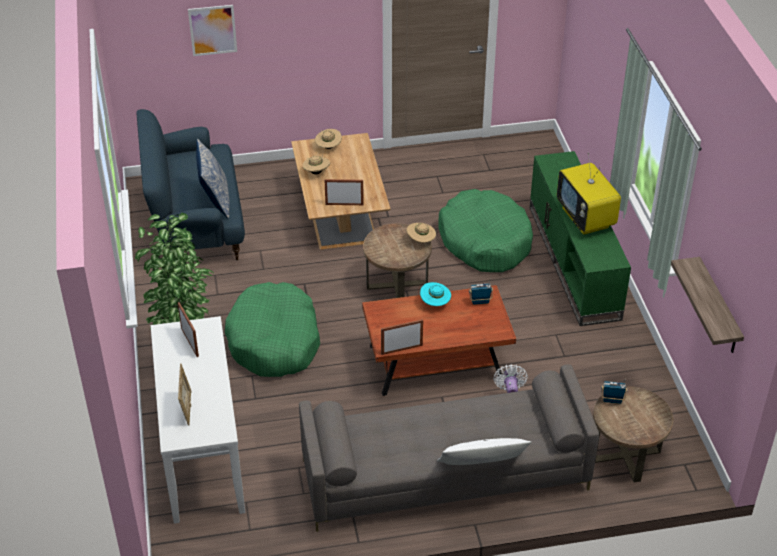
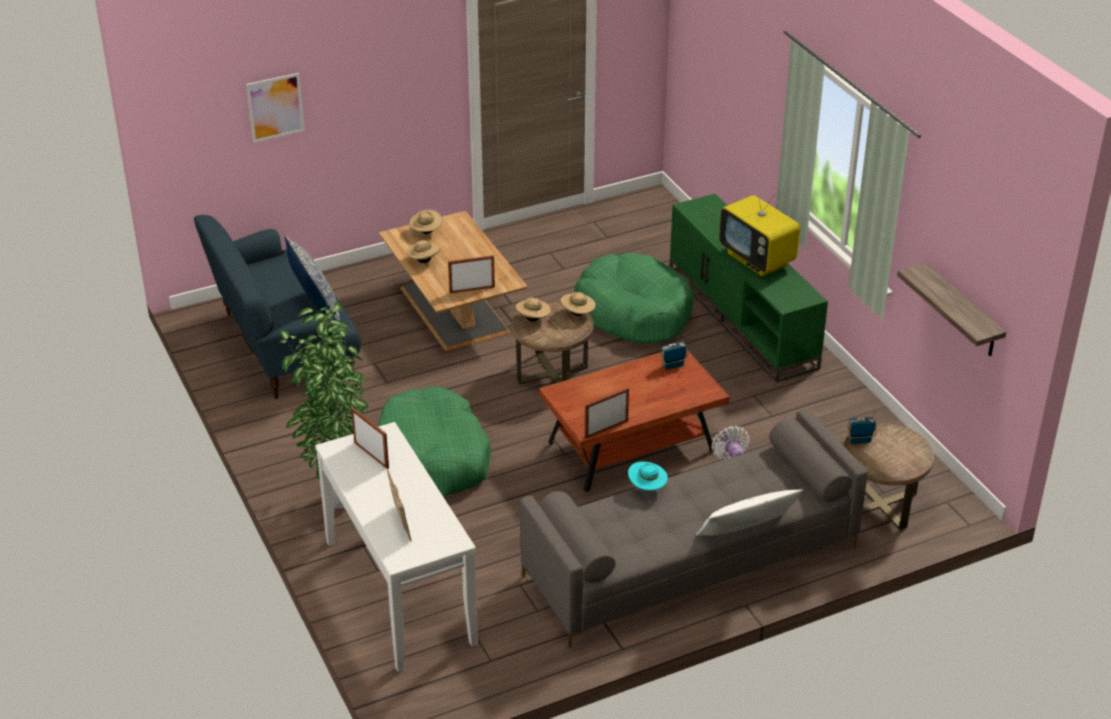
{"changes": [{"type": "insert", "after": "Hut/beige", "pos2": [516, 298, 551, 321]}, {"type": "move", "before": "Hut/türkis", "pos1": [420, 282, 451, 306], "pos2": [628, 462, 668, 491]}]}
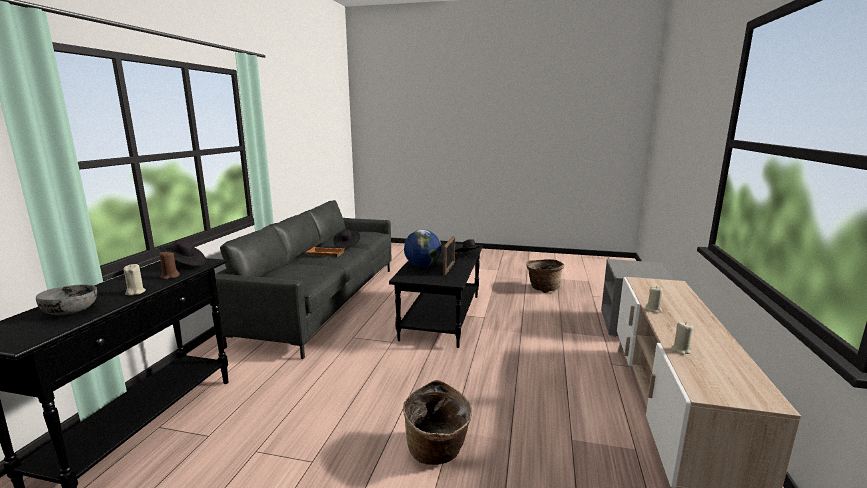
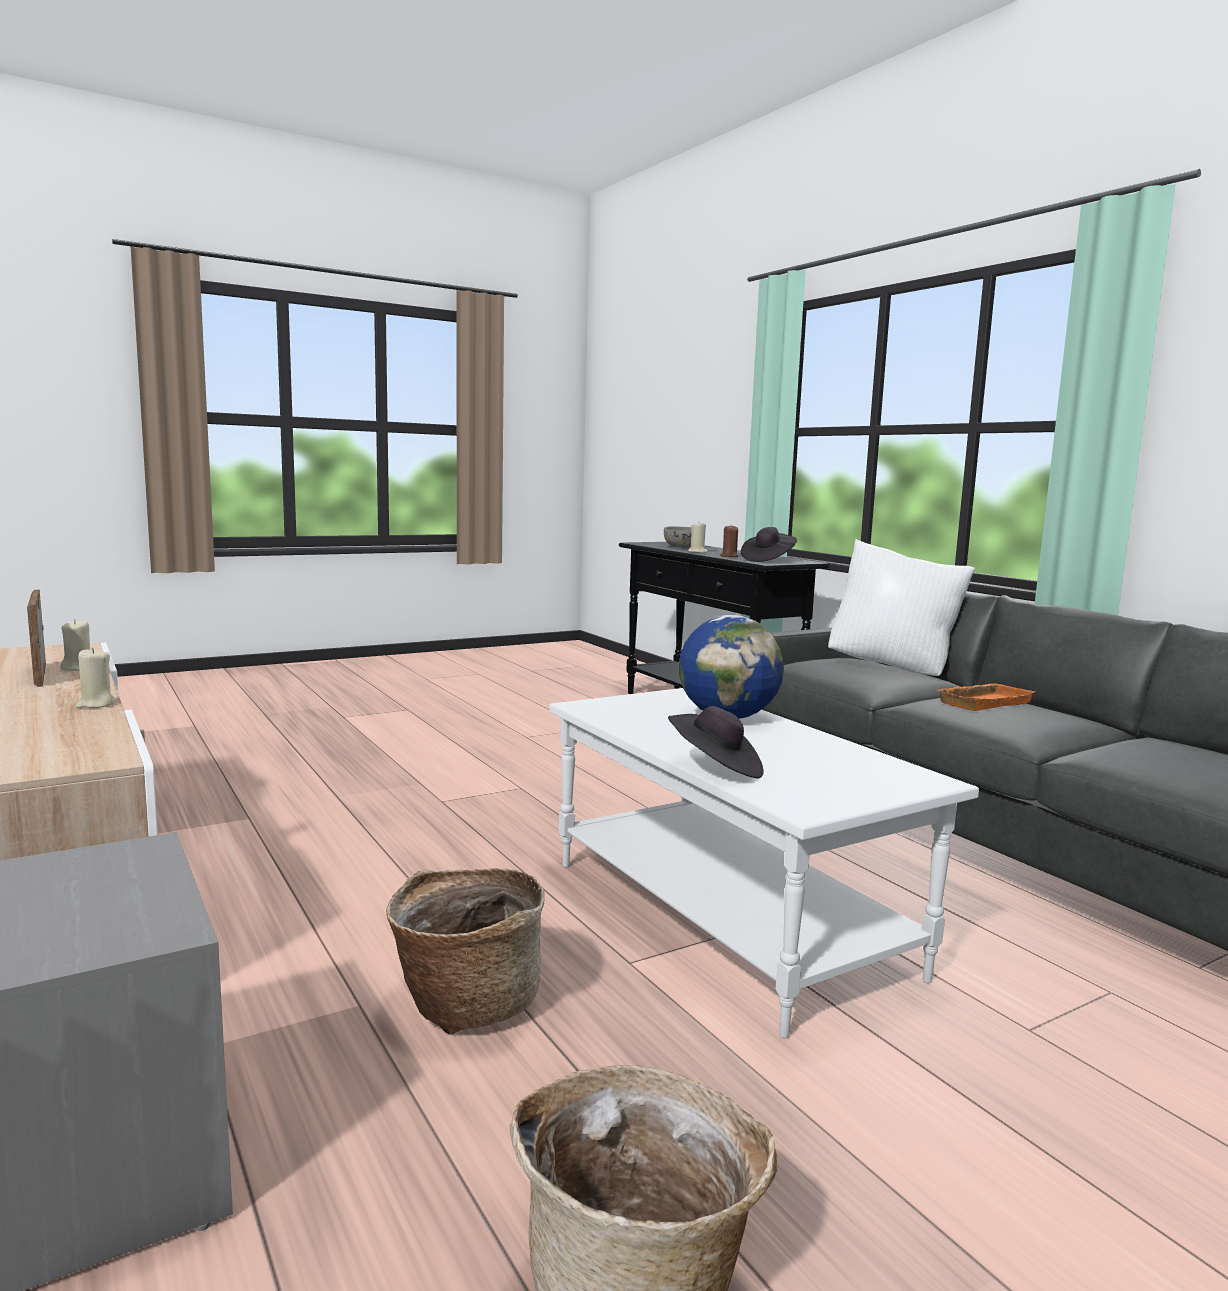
{"changes": [{"type": "move", "before": "Bilderrahmen", "pos1": [443, 236, 455, 276], "pos2": [27, 590, 46, 687]}, {"type": "move", "before": "Korb", "pos1": [403, 380, 472, 465], "pos2": [386, 868, 545, 1035]}, {"type": "recolor", "before": "Couchtisch/schwarz", "after": "Couchtisch/weiß", "pos1": [389, 243, 483, 348], "pos2": [549, 688, 979, 1039]}, {"type": "insert", "after": "Kissen/weiß", "pos2": [828, 539, 975, 676]}, {"type": "delete", "before": "Hut/schwarz", "pos1": [333, 229, 360, 249]}]}
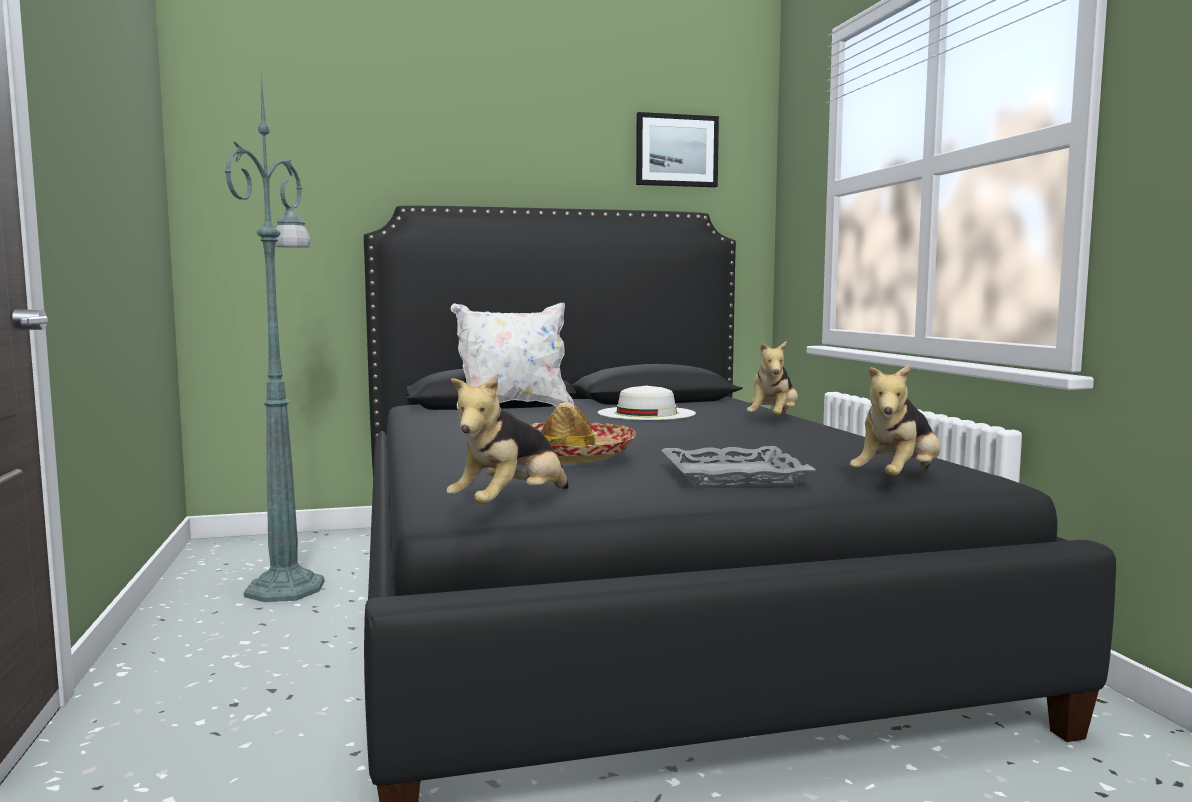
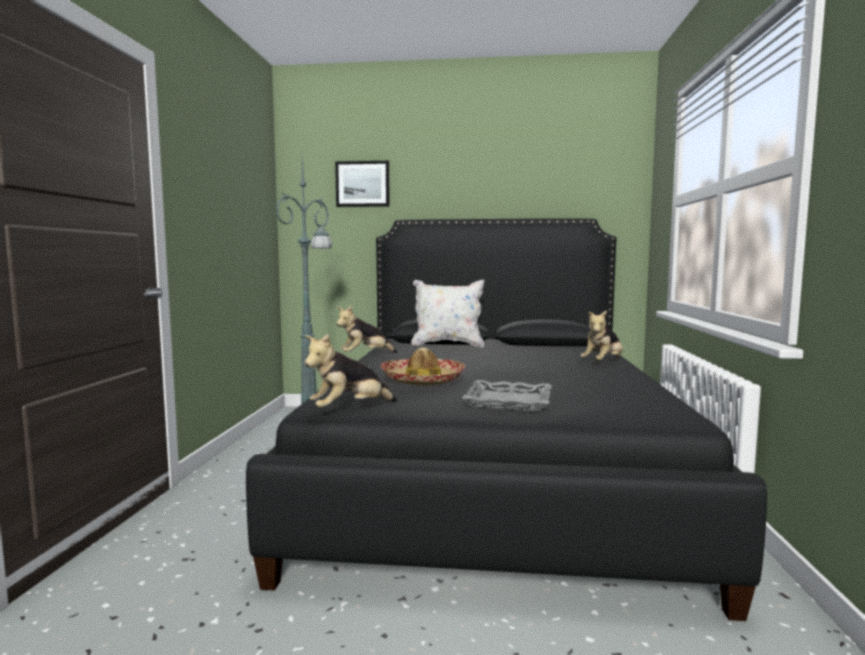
{"changes": [{"type": "move", "before": "Bild", "pos1": [636, 112, 719, 187], "pos2": [335, 161, 390, 207]}, {"type": "move", "before": "Plüschtier", "pos1": [850, 363, 940, 476], "pos2": [336, 306, 397, 353]}, {"type": "delete", "before": "Hut/weiß", "pos1": [598, 386, 696, 420]}]}
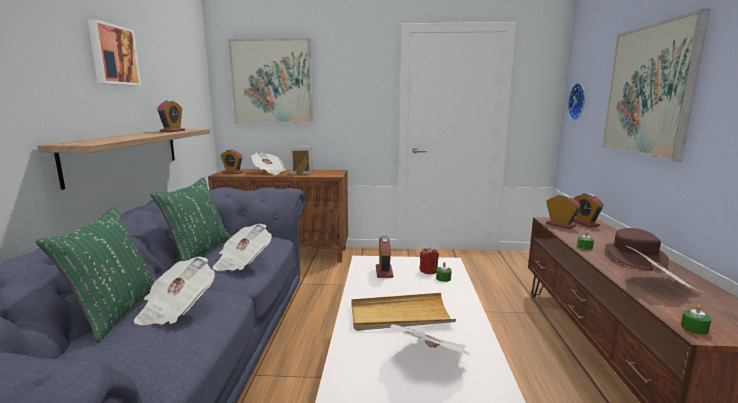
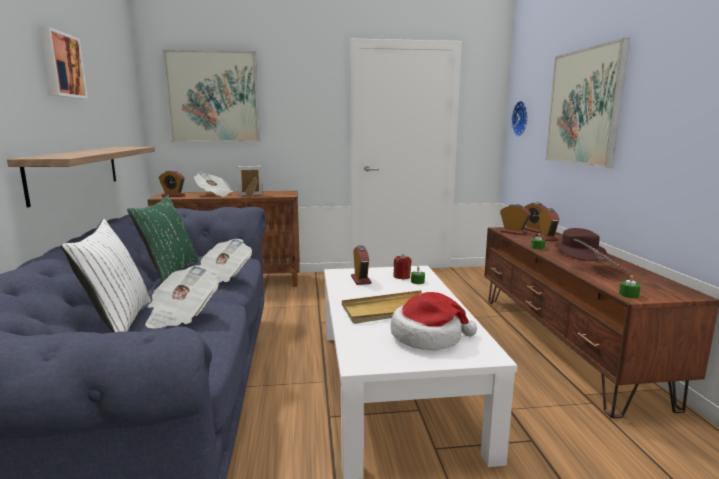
{"changes": [{"type": "recolor", "before": "Kissen/grün", "after": "Kissen/weiß", "pos1": [36, 206, 156, 343], "pos2": [61, 219, 151, 332]}, {"type": "replace", "before": "Zeitung", "after": "Hut", "pos1": [390, 324, 470, 356], "pos2": [391, 292, 477, 350]}, {"type": "move", "before": "Wecker", "pos1": [157, 100, 185, 132], "pos2": [536, 208, 559, 241]}]}
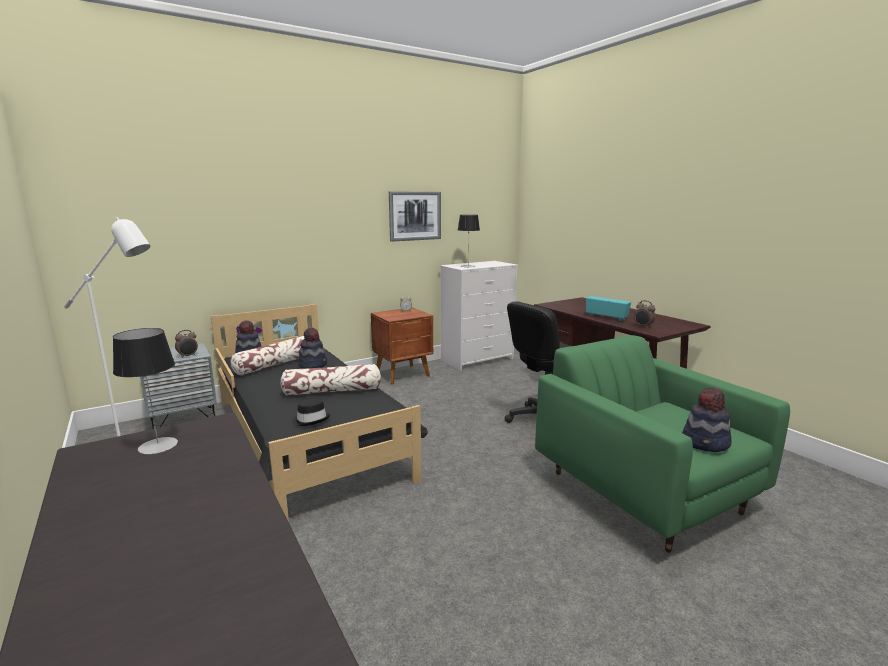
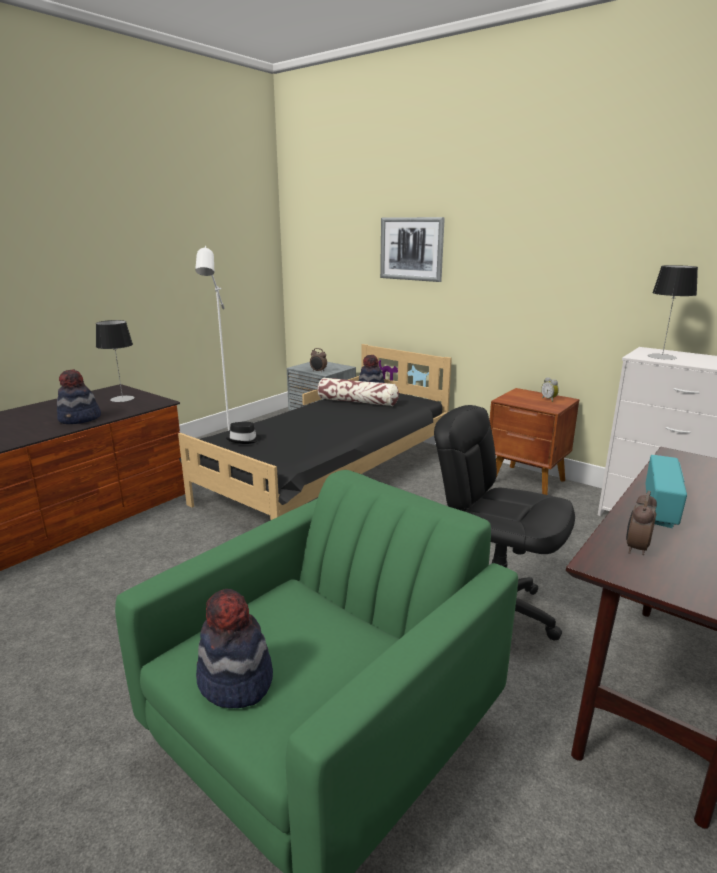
{"changes": [{"type": "move", "before": "Hut", "pos1": [298, 327, 327, 369], "pos2": [57, 369, 101, 424]}, {"type": "move", "before": "Bild", "pos1": [389, 191, 441, 242], "pos2": [380, 217, 445, 282]}, {"type": "delete", "before": "Kissen", "pos1": [280, 364, 381, 396]}]}
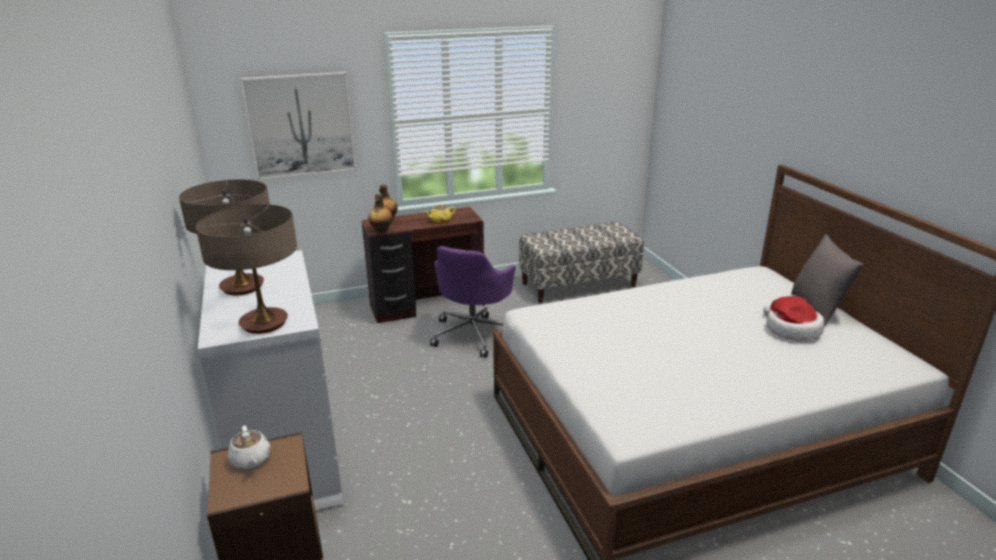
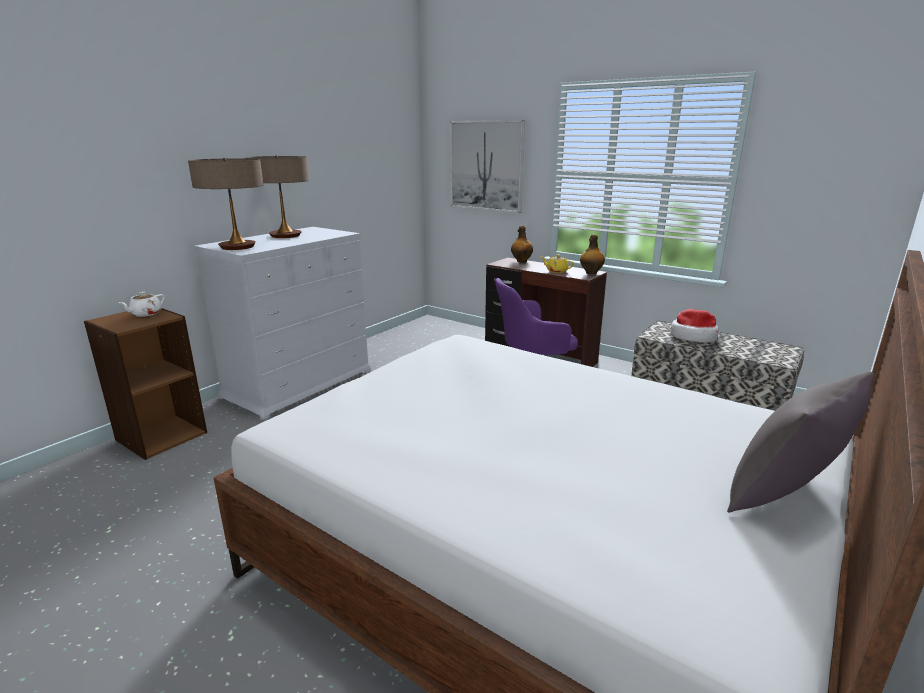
{"changes": [{"type": "move", "before": "Flasche", "pos1": [368, 194, 393, 233], "pos2": [580, 235, 605, 274]}, {"type": "move", "before": "Hut", "pos1": [763, 296, 824, 341], "pos2": [670, 309, 719, 343]}]}
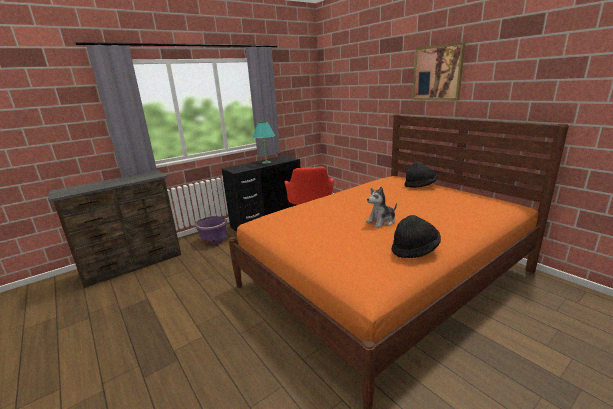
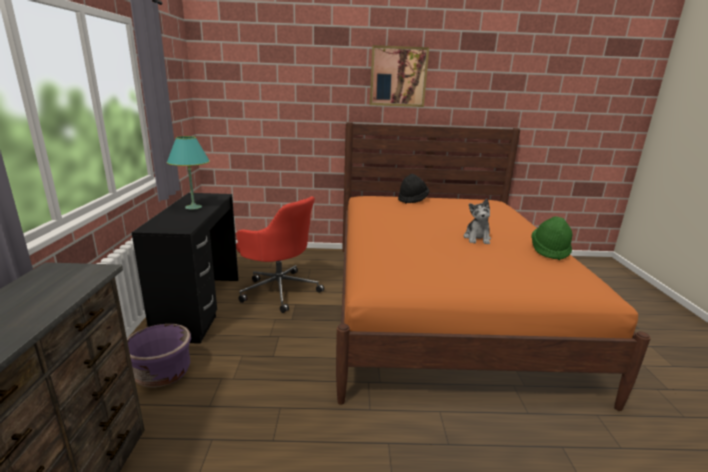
{"changes": [{"type": "recolor", "before": "Hut/schwarz", "after": "Hut/grün", "pos1": [392, 215, 441, 258], "pos2": [531, 216, 572, 260]}]}
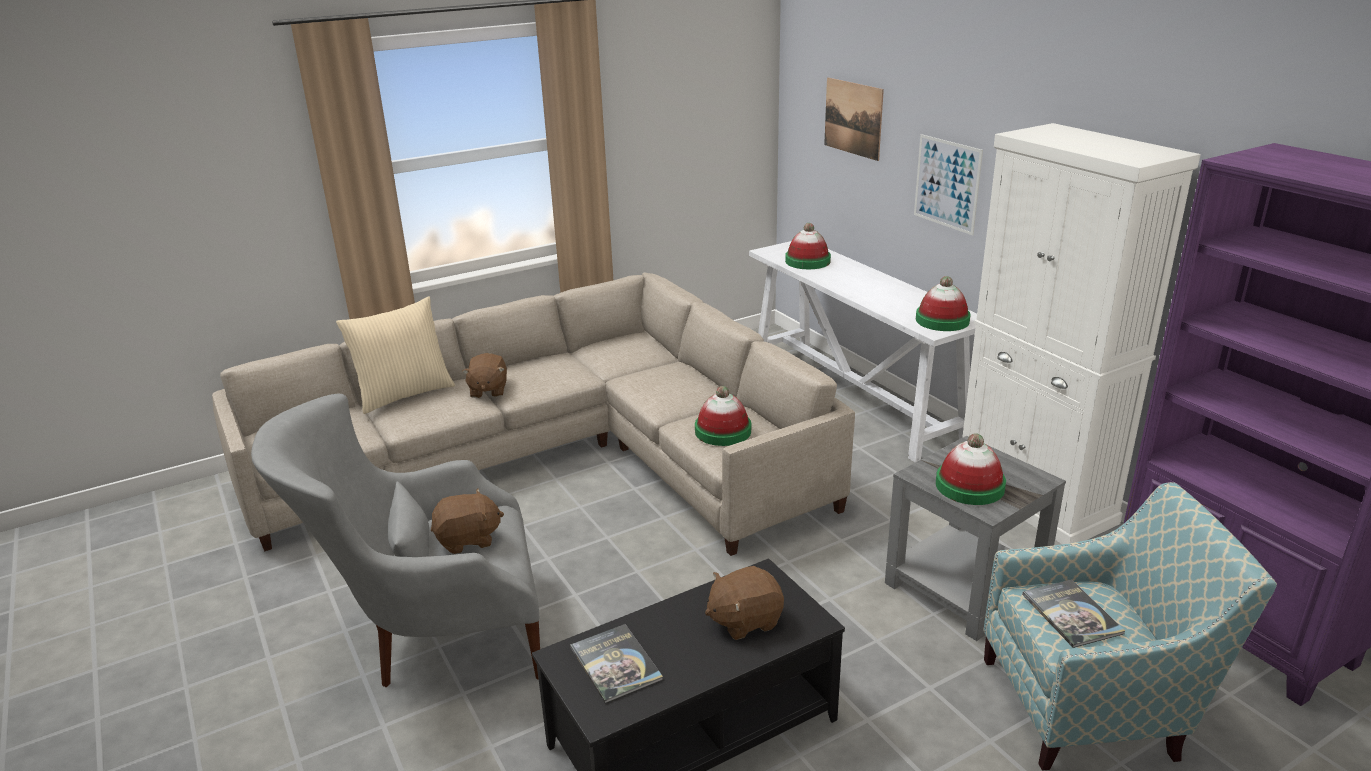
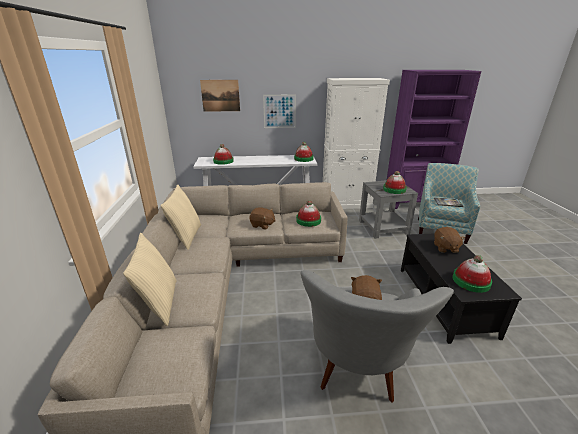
{"changes": [{"type": "insert", "after": "Kissen/beige", "pos2": [160, 185, 201, 250]}, {"type": "move", "before": "Plüschtier/braun", "pos1": [462, 353, 507, 398], "pos2": [249, 207, 276, 230]}, {"type": "replace", "before": "Buch", "after": "Hut", "pos1": [570, 624, 663, 703], "pos2": [453, 255, 492, 293]}]}
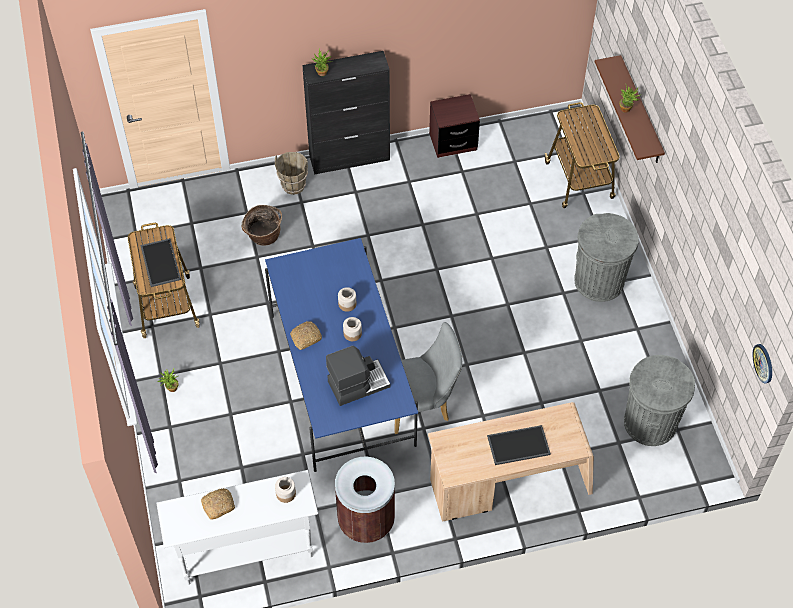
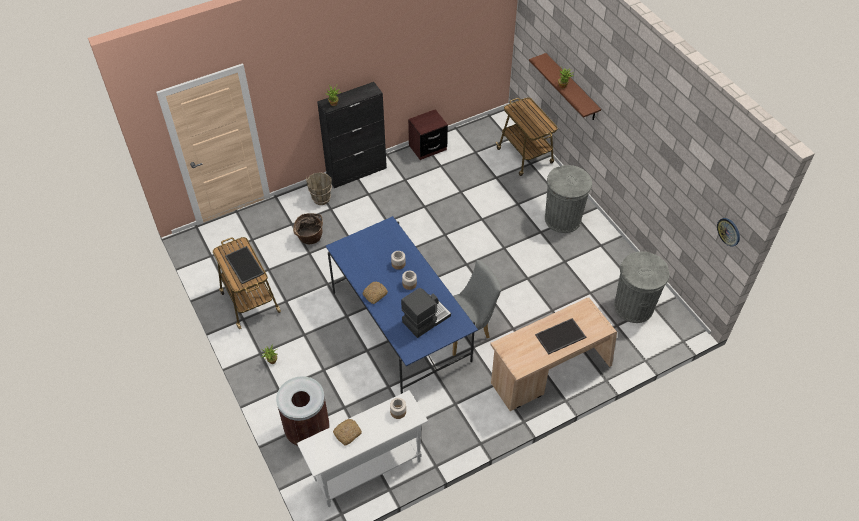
{"changes": [{"type": "move", "before": "Mülleimer/braun", "pos1": [335, 457, 395, 543], "pos2": [276, 376, 330, 446]}]}
